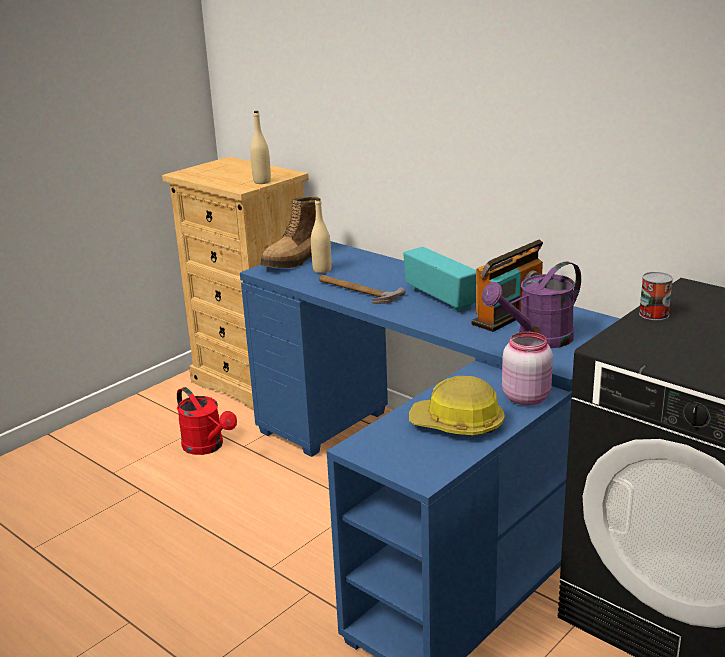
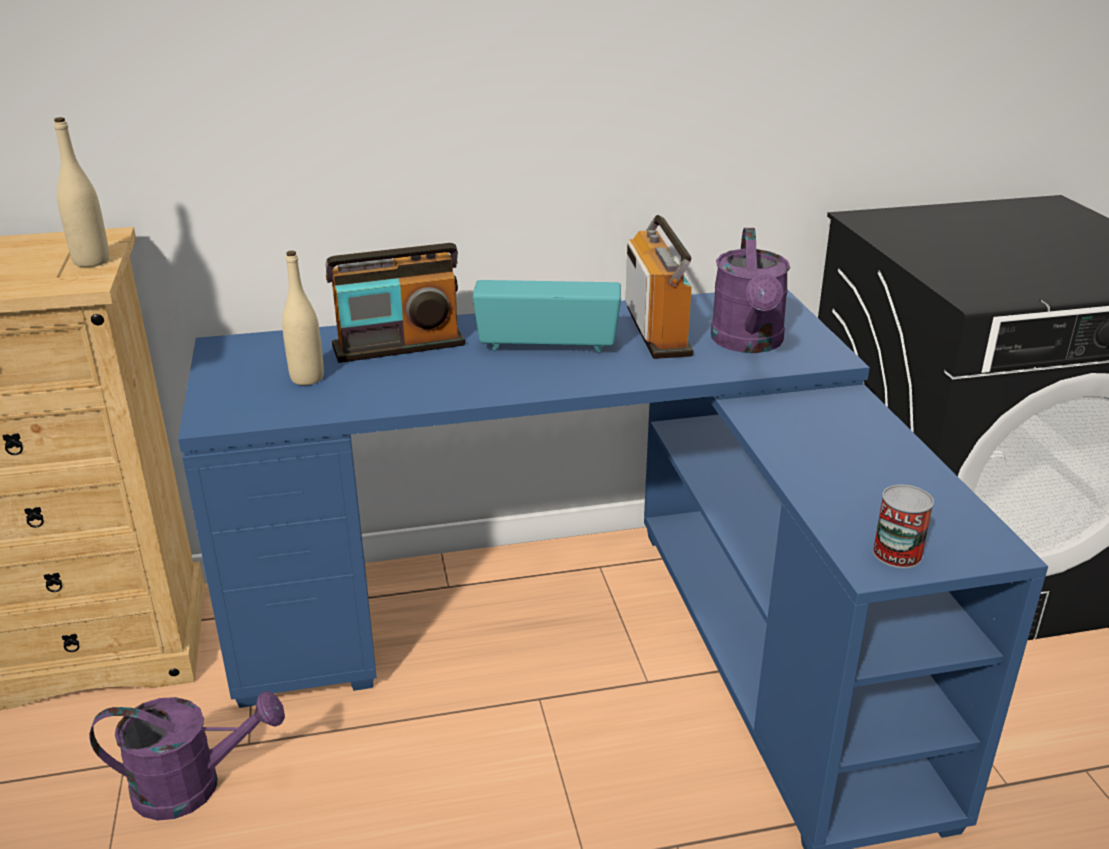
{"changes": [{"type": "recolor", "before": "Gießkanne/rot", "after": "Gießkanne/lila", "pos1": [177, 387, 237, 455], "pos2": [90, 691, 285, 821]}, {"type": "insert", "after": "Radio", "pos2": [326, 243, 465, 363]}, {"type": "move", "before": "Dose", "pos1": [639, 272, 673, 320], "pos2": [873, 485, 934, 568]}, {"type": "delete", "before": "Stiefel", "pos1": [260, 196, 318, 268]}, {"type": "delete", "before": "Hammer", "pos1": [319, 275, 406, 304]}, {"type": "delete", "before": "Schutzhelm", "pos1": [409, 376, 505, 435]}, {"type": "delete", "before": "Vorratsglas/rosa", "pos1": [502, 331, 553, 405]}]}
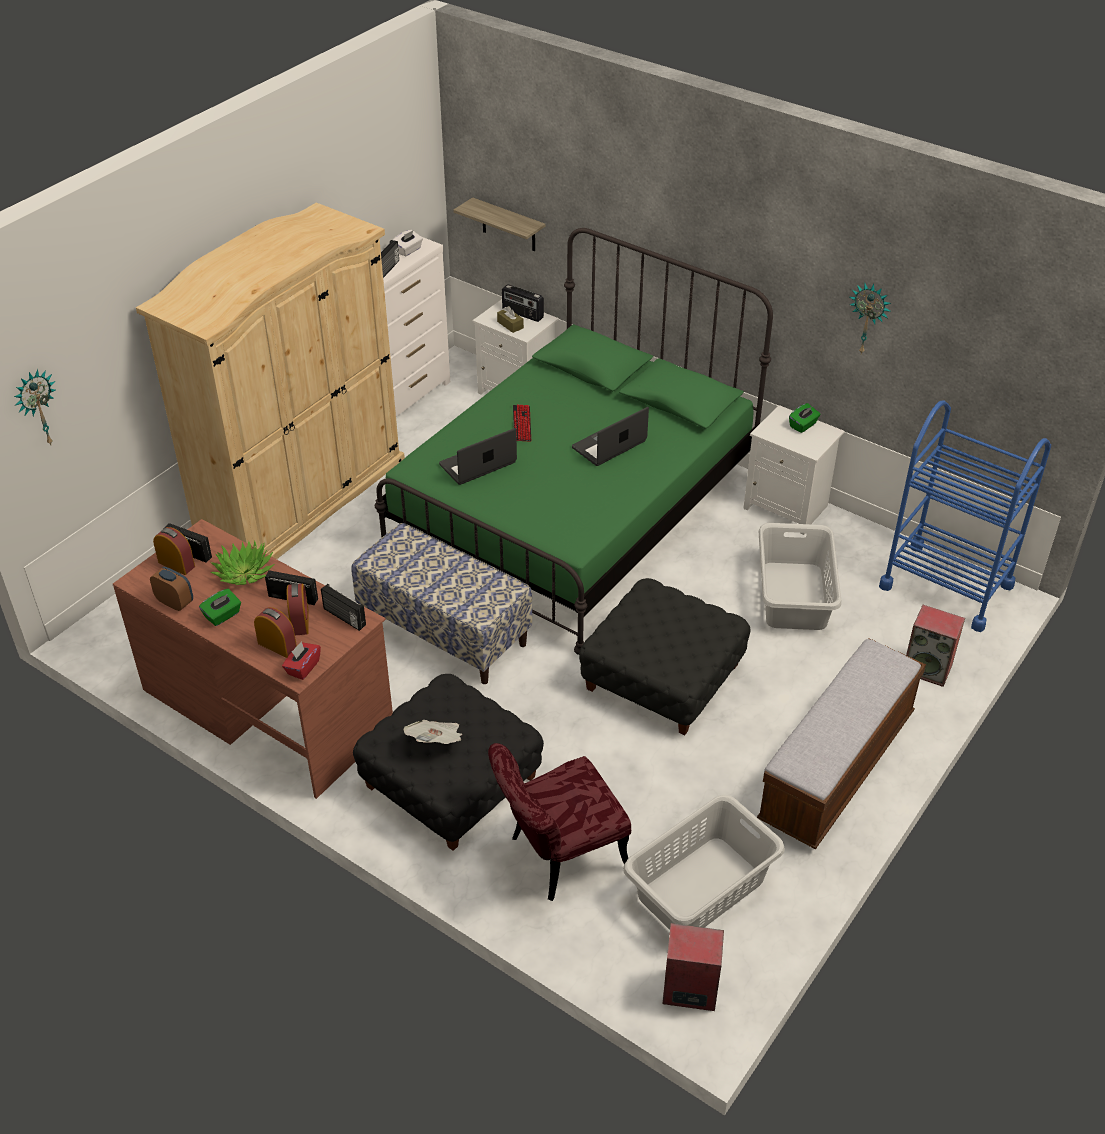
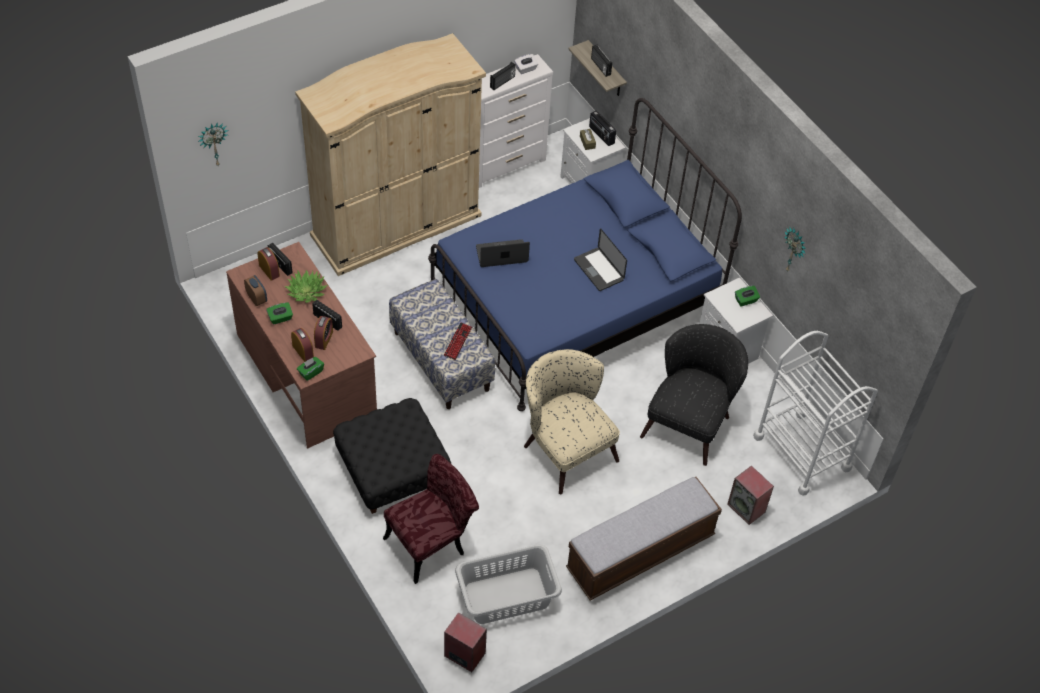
{"changes": [{"type": "recolor", "before": "Taschentuchbox/rot", "after": "Taschentuchbox/grün", "pos1": [282, 641, 321, 680], "pos2": [297, 357, 324, 381]}, {"type": "rotate", "before": "Stuhl/rot", "pos1": [488, 743, 631, 901], "pos2": [383, 454, 479, 584], "turn": 150}, {"type": "recolor", "before": "Bett/grün", "after": "Bett/blau", "pos1": [375, 228, 773, 655], "pos2": [428, 98, 742, 411]}, {"type": "move", "before": "Tastatur", "pos1": [513, 404, 531, 442], "pos2": [444, 323, 472, 360]}, {"type": "replace", "before": "Polsterhocker/schwarz", "after": "Sessel/beige", "pos1": [579, 578, 751, 735], "pos2": [524, 349, 620, 494]}, {"type": "rotate", "before": "Laptop", "pos1": [572, 407, 649, 466], "pos2": [574, 228, 627, 291], "turn": -105}, {"type": "move", "before": "Radio", "pos1": [321, 584, 366, 631], "pos2": [591, 44, 612, 77]}, {"type": "replace", "before": "Wäschekorb/grau", "after": "Sessel/schwarz", "pos1": [759, 523, 841, 630], "pos2": [640, 324, 748, 466]}, {"type": "recolor", "before": "Rollwagen/blau", "after": "Rollwagen/weiß", "pos1": [879, 400, 1051, 632], "pos2": [753, 331, 878, 496]}, {"type": "delete", "before": "Zeitung", "pos1": [403, 720, 462, 744]}]}
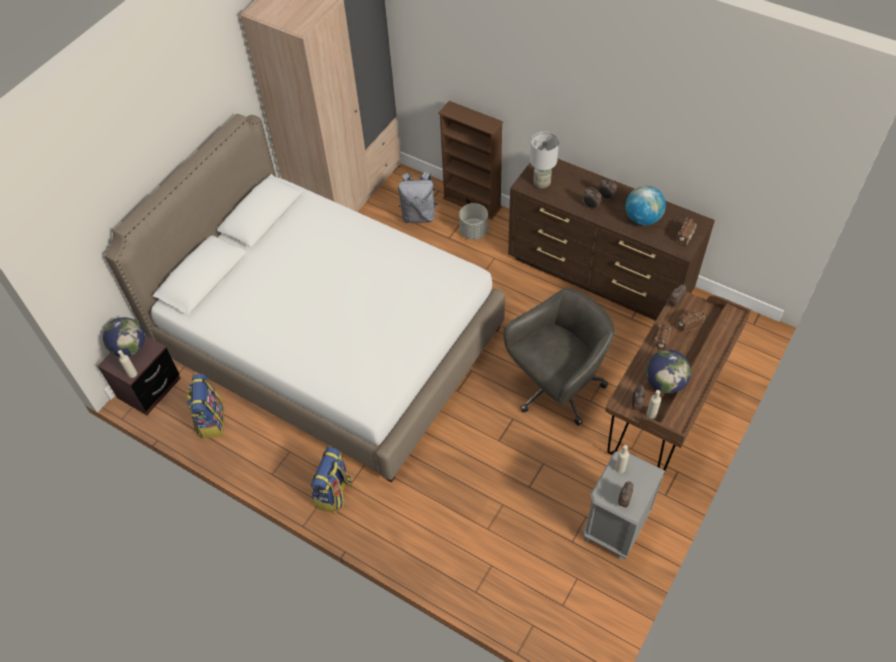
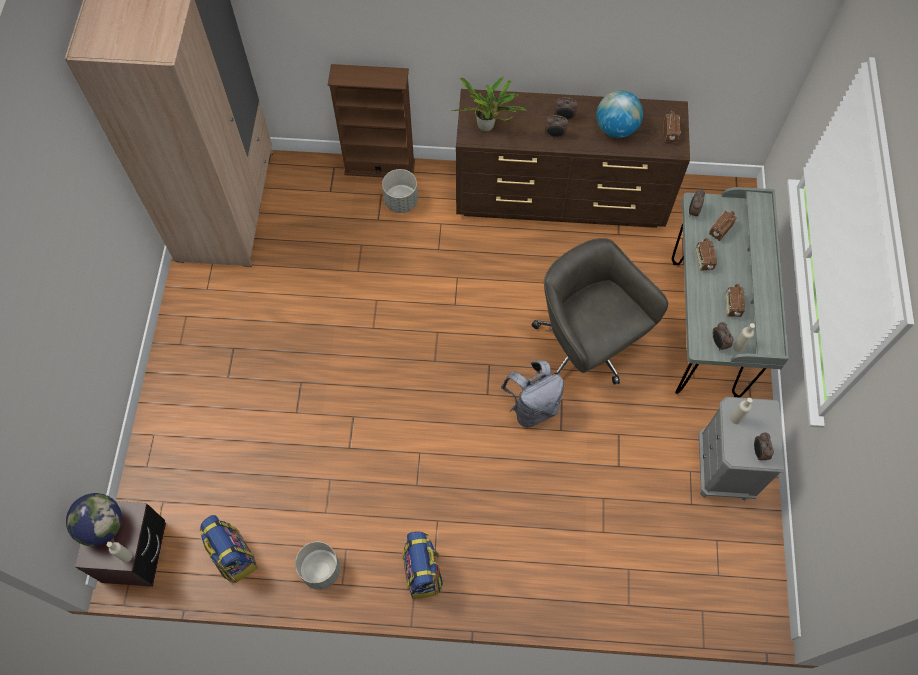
{"changes": [{"type": "insert", "after": "Pflanzkübel/grau", "pos2": [295, 541, 341, 589]}, {"type": "replace", "before": "Tischlampe/grau", "after": "Topfpflanze", "pos1": [530, 132, 559, 189], "pos2": [451, 77, 527, 131]}, {"type": "move", "before": "Rucksack/grau", "pos1": [398, 171, 438, 223], "pos2": [501, 361, 564, 428]}, {"type": "rotate", "before": "Bürostuhl/grau", "pos1": [503, 288, 615, 426], "pos2": [531, 238, 668, 385], "turn": -60}, {"type": "recolor", "before": "Schreibtisch/braun", "after": "Schreibtisch/grau", "pos1": [605, 288, 751, 473], "pos2": [672, 187, 789, 398]}, {"type": "replace", "before": "Globus", "after": "Radio", "pos1": [646, 350, 691, 394], "pos2": [725, 284, 747, 317]}, {"type": "delete", "before": "Bett/weiß", "pos1": [105, 114, 505, 483]}]}
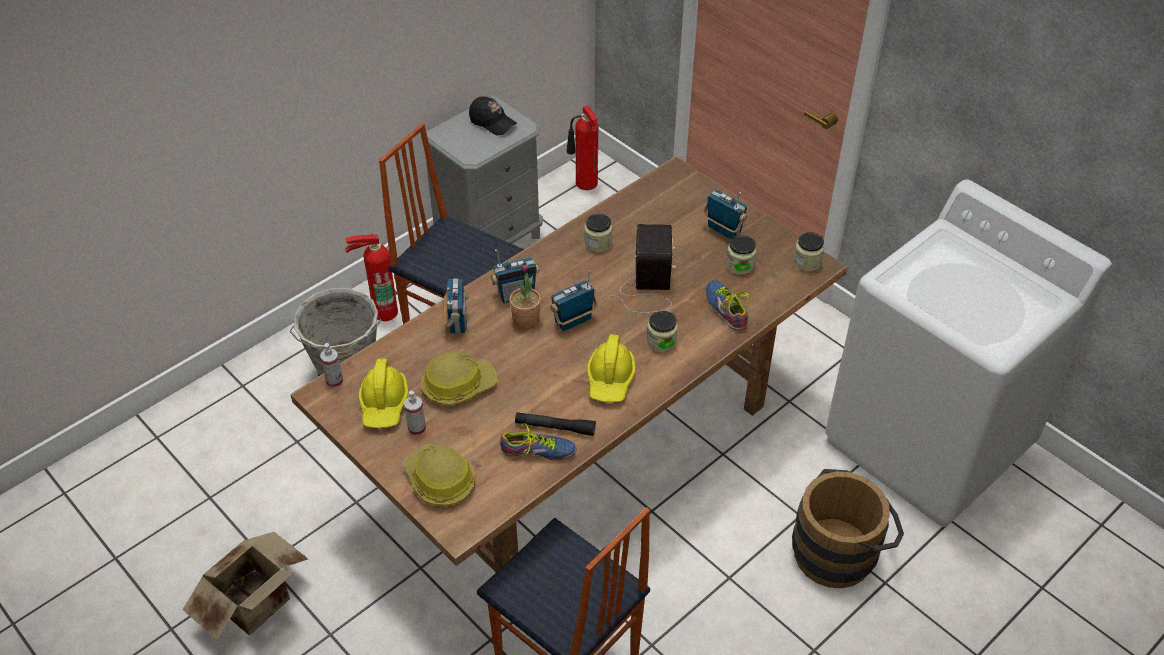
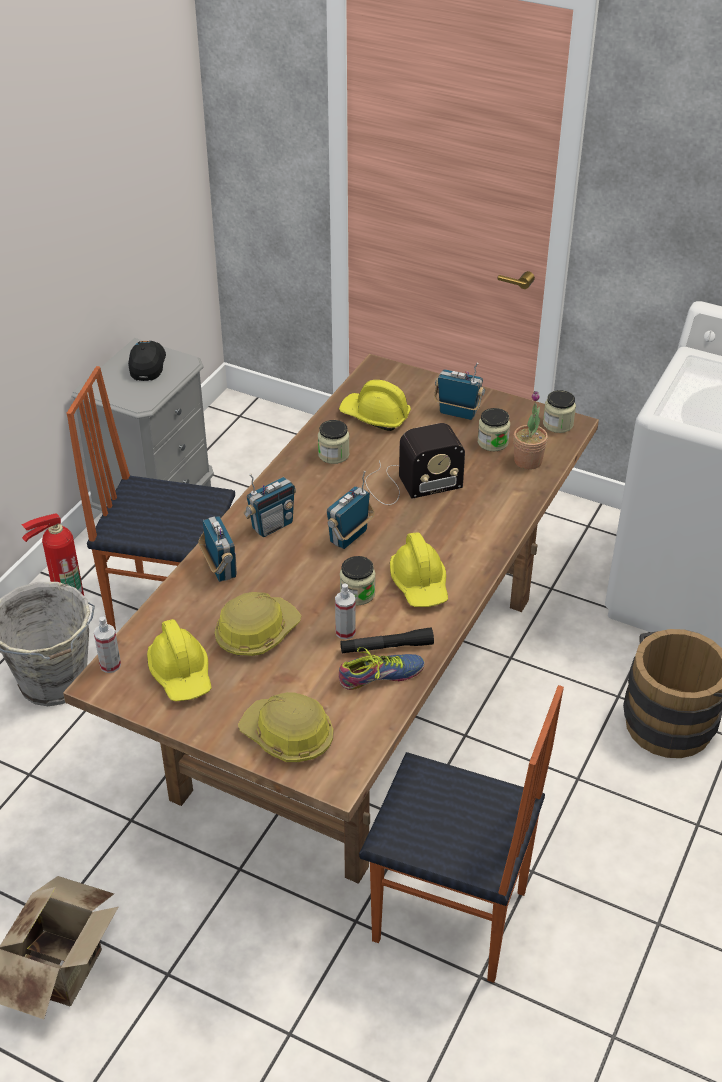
{"changes": [{"type": "rotate", "before": "Kappe/schwarz", "pos1": [469, 96, 517, 135], "pos2": [128, 341, 166, 381], "turn": -105}, {"type": "move", "before": "Sprühflasche", "pos1": [404, 391, 426, 436], "pos2": [335, 584, 356, 640]}, {"type": "insert", "after": "Schutzhelm/gelb", "pos2": [339, 380, 411, 431]}, {"type": "move", "before": "Vorratsglas", "pos1": [647, 311, 678, 352], "pos2": [340, 556, 375, 605]}, {"type": "rotate", "before": "Radio", "pos1": [609, 224, 676, 313], "pos2": [365, 423, 465, 505], "turn": 90}, {"type": "move", "before": "Topfpflanze", "pos1": [509, 262, 541, 329], "pos2": [514, 391, 548, 470]}, {"type": "delete", "before": "Feuerlöscher", "pos1": [567, 106, 598, 190]}, {"type": "delete", "before": "Schuh", "pos1": [706, 280, 751, 330]}]}
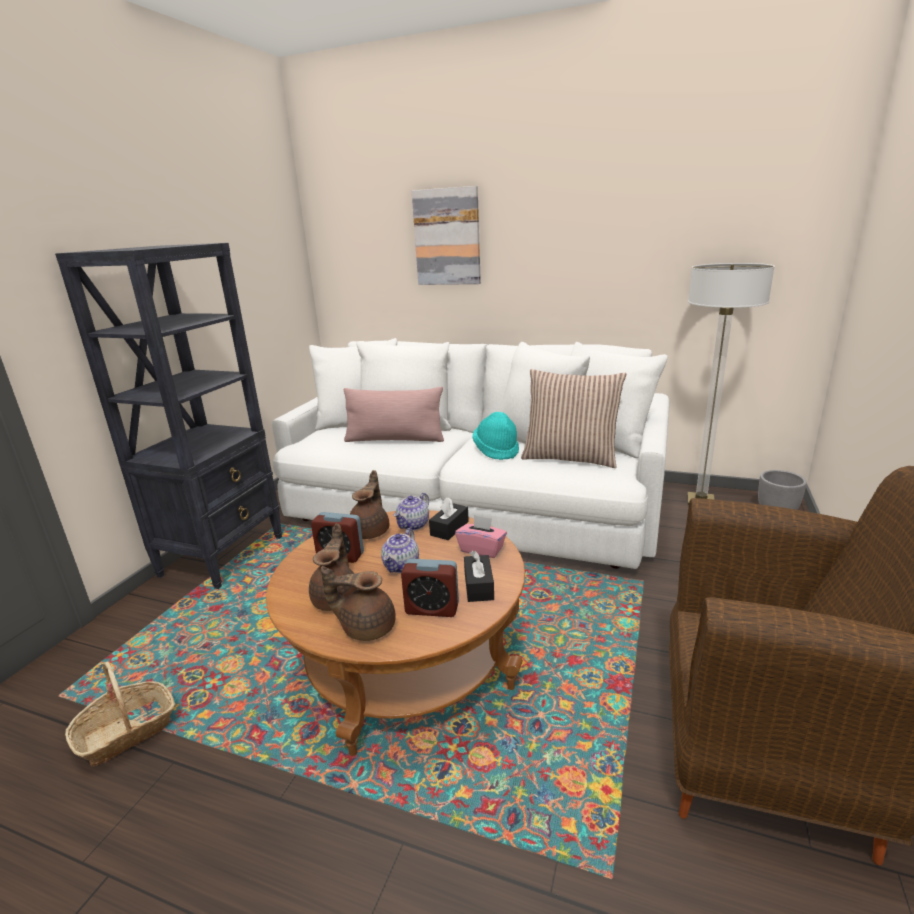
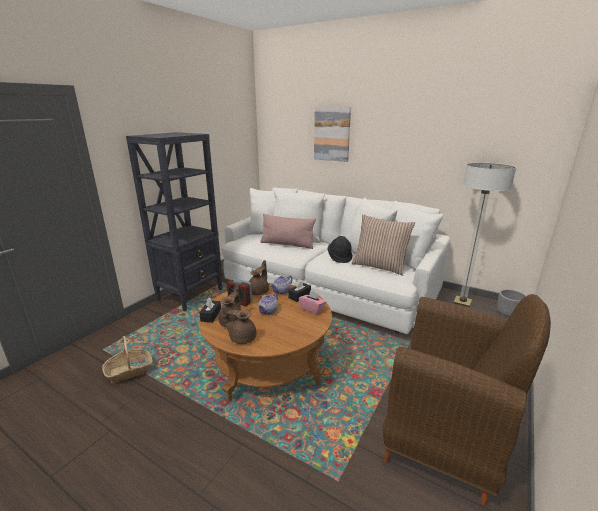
{"changes": [{"type": "move", "before": "Taschentuchbox/schwarz", "pos1": [464, 551, 494, 602], "pos2": [199, 297, 221, 323]}, {"type": "recolor", "before": "Hut/türkis", "after": "Hut/schwarz", "pos1": [473, 412, 519, 460], "pos2": [327, 236, 352, 263]}, {"type": "delete", "before": "Wecker", "pos1": [401, 559, 459, 617]}]}
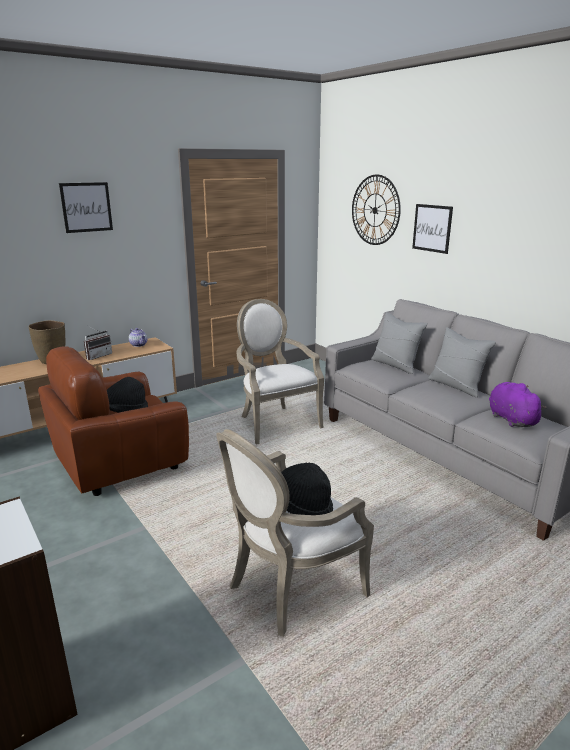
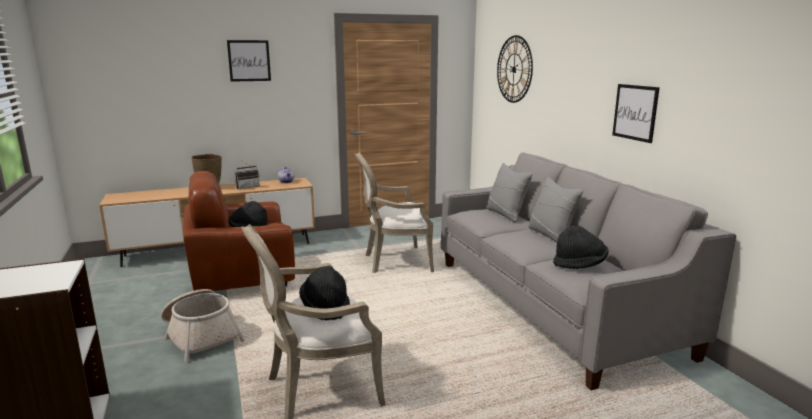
{"changes": [{"type": "insert", "after": "Korb", "pos2": [161, 289, 245, 362]}, {"type": "rotate", "before": "Sessel", "pos1": [237, 299, 324, 445], "pos2": [355, 152, 434, 273], "turn": -90}, {"type": "replace", "before": "Plüschtier/lila", "after": "Hut/schwarz", "pos1": [489, 382, 547, 427], "pos2": [553, 226, 609, 269]}, {"type": "move", "before": "Bild", "pos1": [412, 204, 453, 254], "pos2": [612, 84, 660, 143]}]}
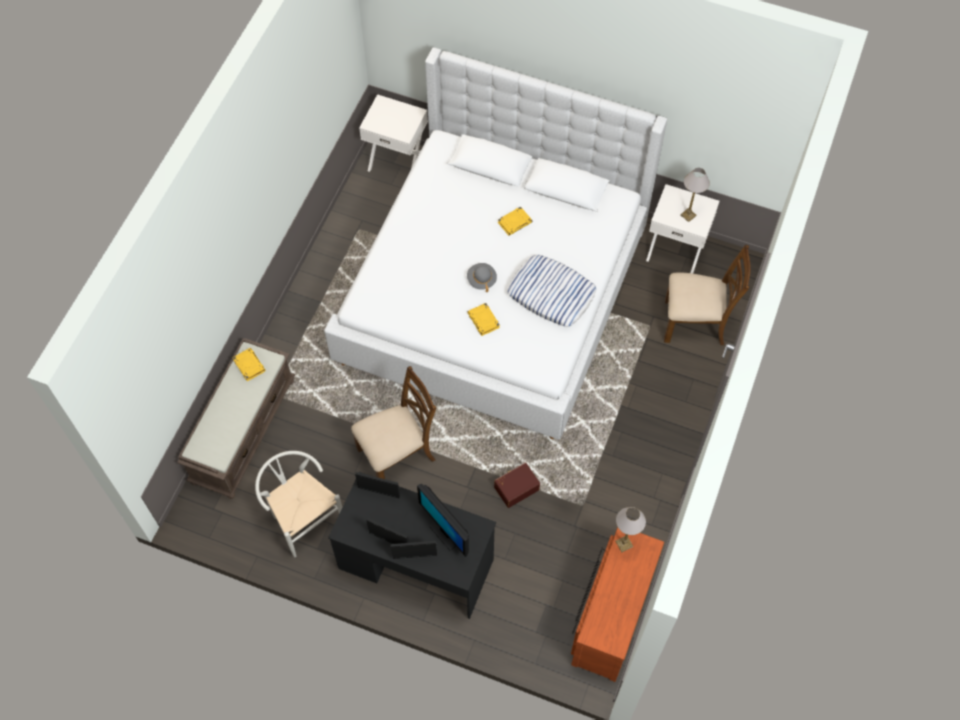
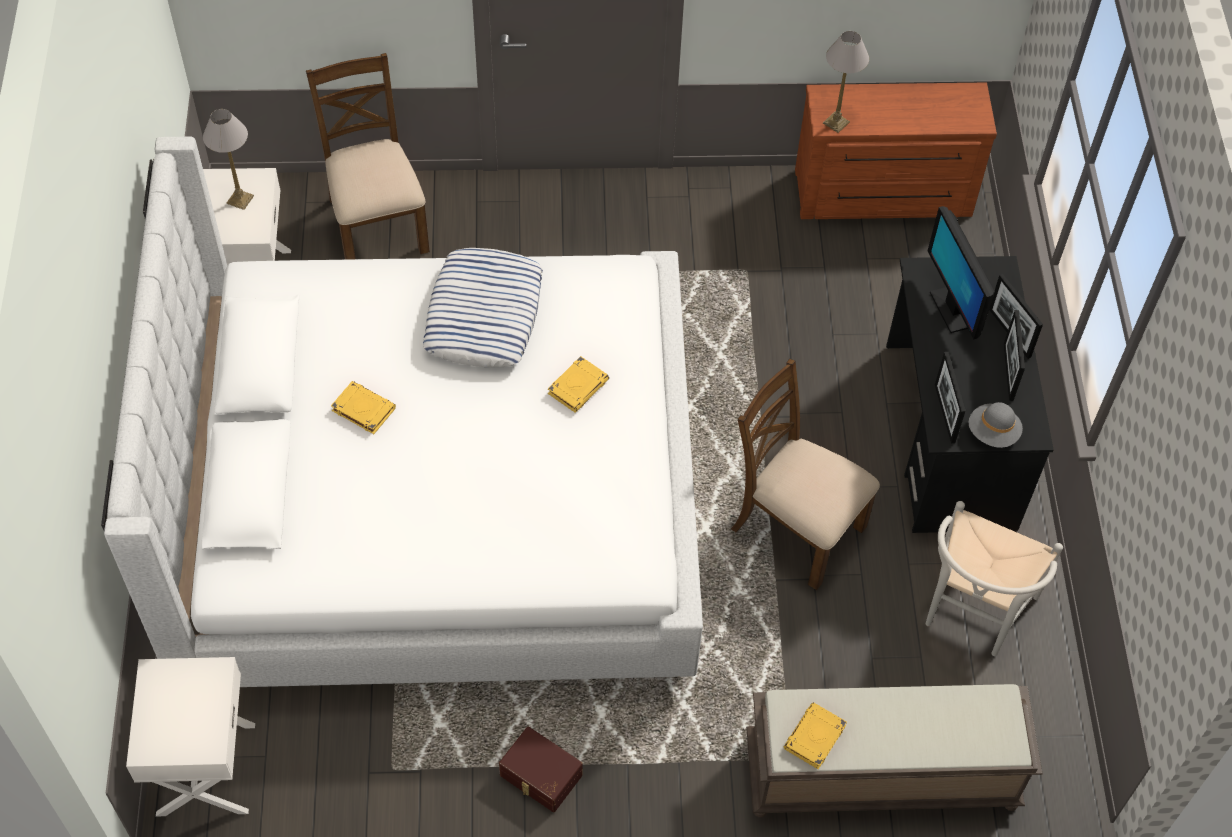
{"changes": [{"type": "move", "before": "Aufbewahrungsbox/braun", "pos1": [494, 462, 540, 508], "pos2": [499, 727, 582, 812]}, {"type": "rotate", "before": "Monitor", "pos1": [417, 484, 469, 557], "pos2": [928, 206, 995, 339], "turn": 135}, {"type": "move", "before": "Hut/grau", "pos1": [467, 263, 497, 292], "pos2": [969, 402, 1023, 448]}]}
